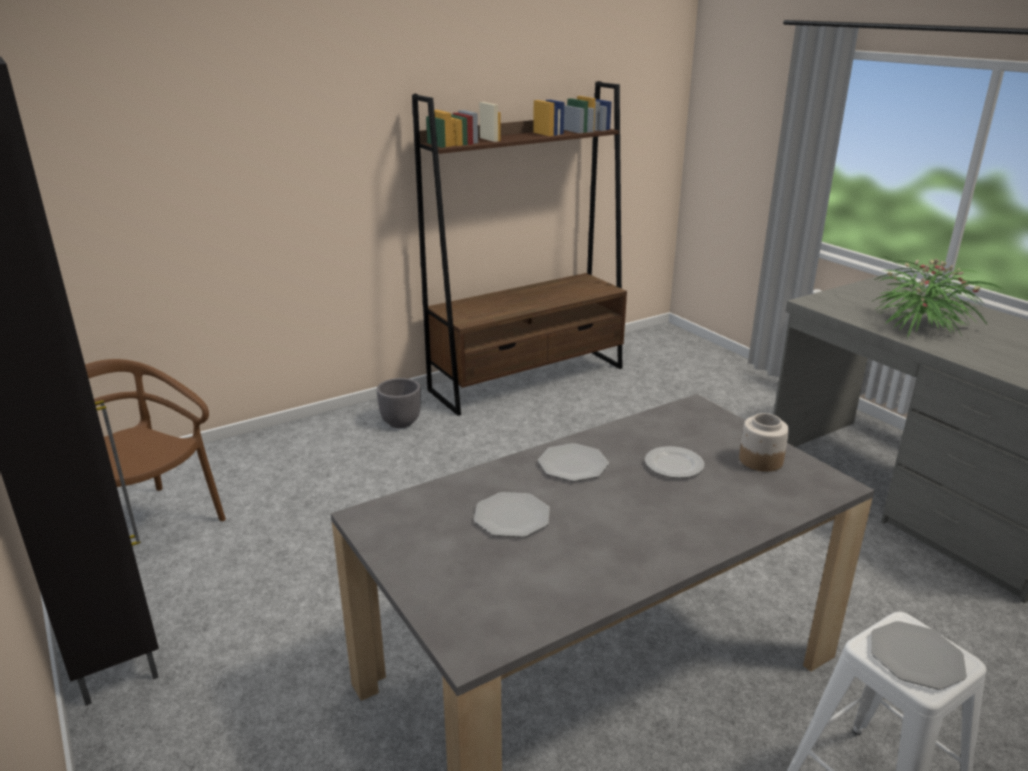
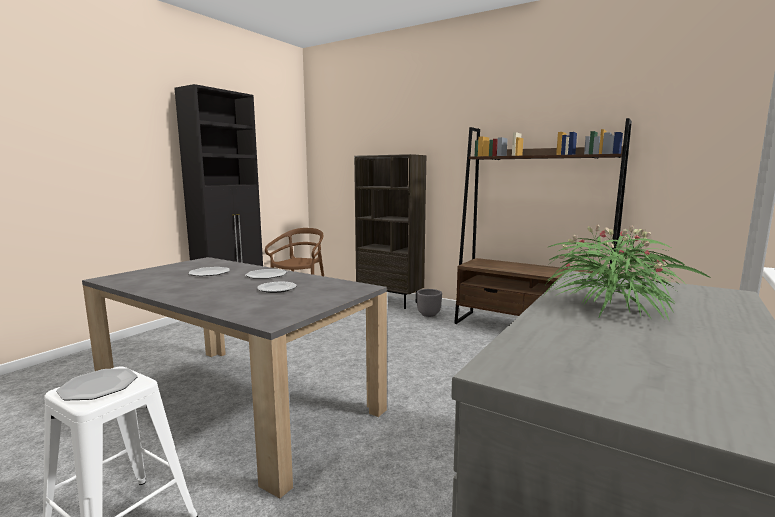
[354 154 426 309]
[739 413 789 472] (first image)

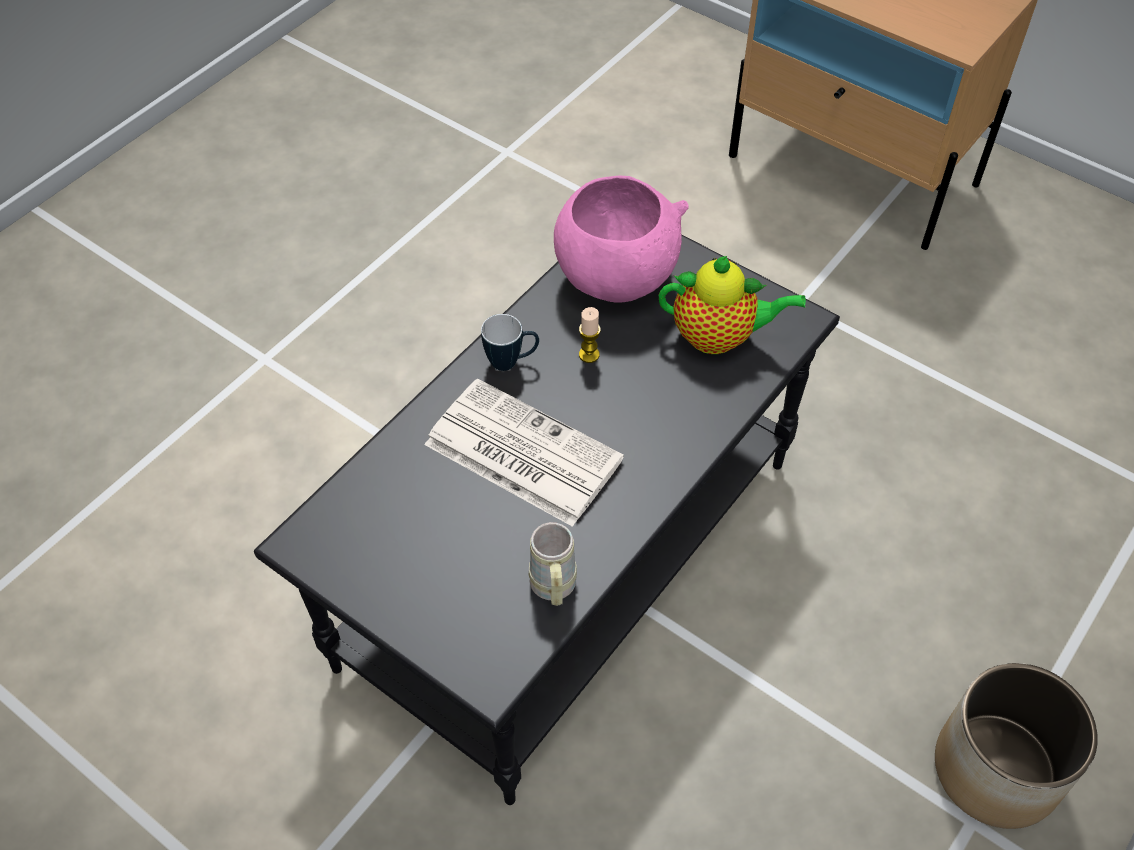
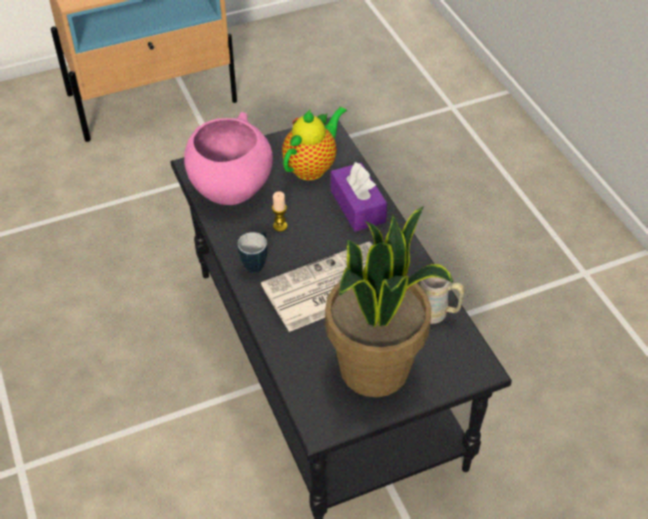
[325 206 454 397]
[331 162 387 232]
[935 663 1098 829] (first image)

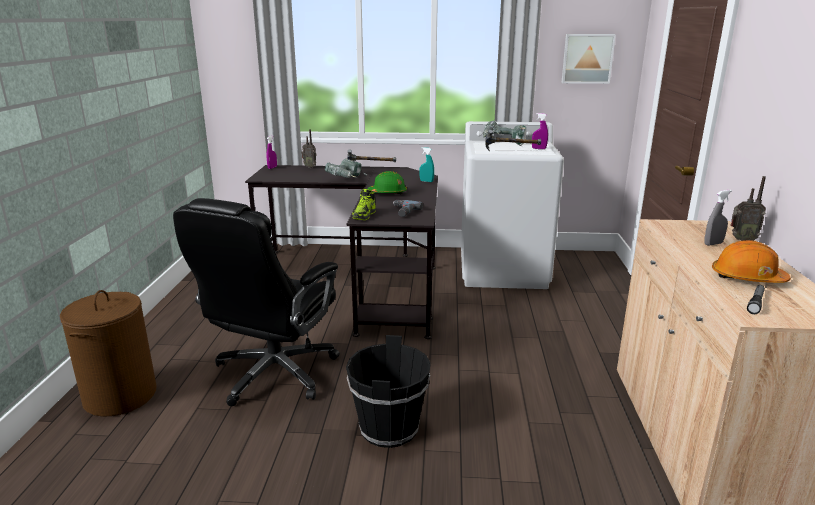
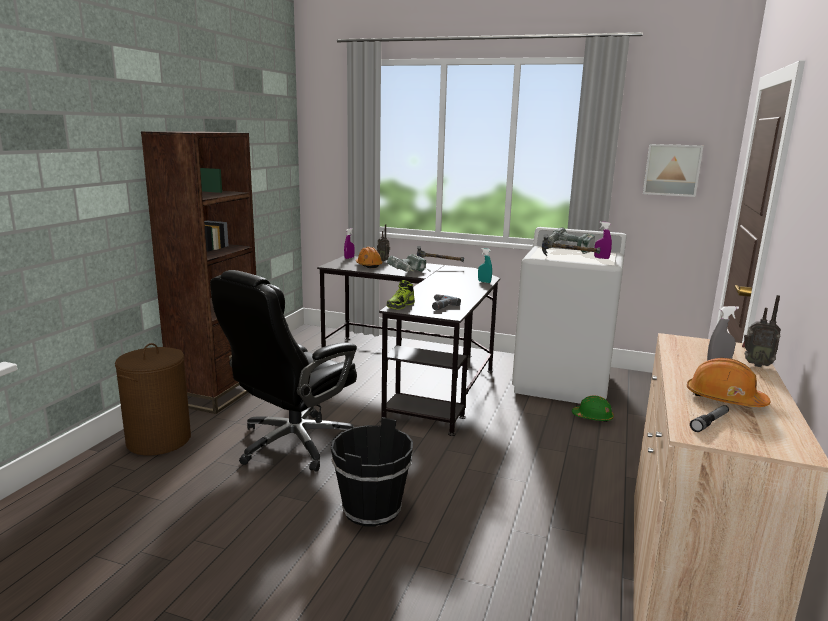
[141 131 256 414]
[356 247 383 268]
[572 396 614 422]

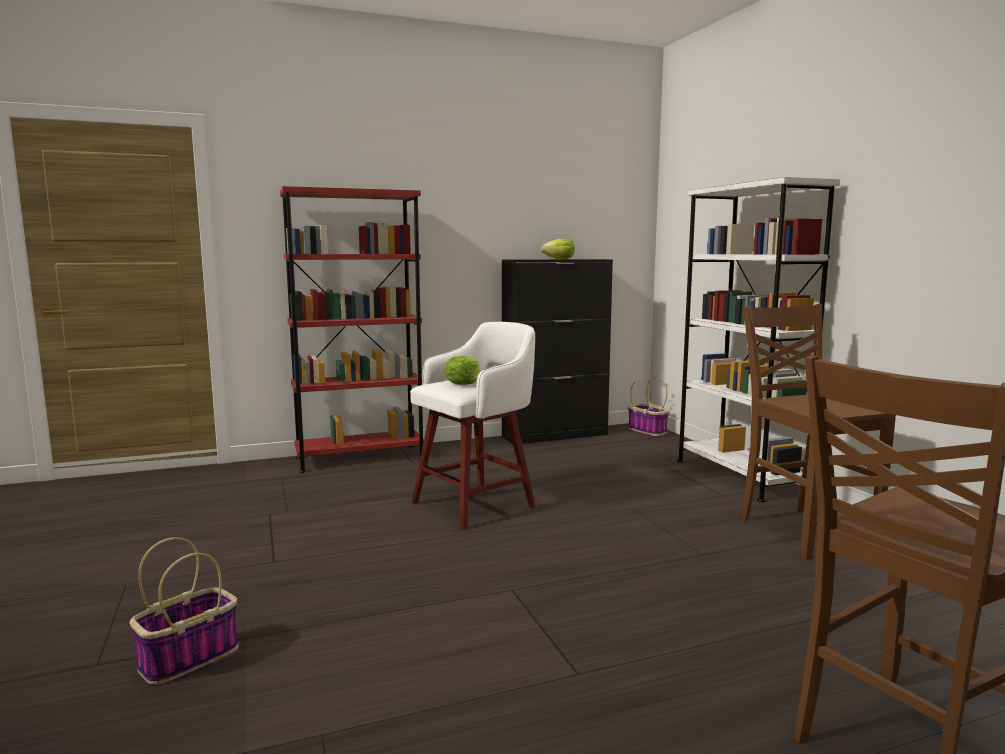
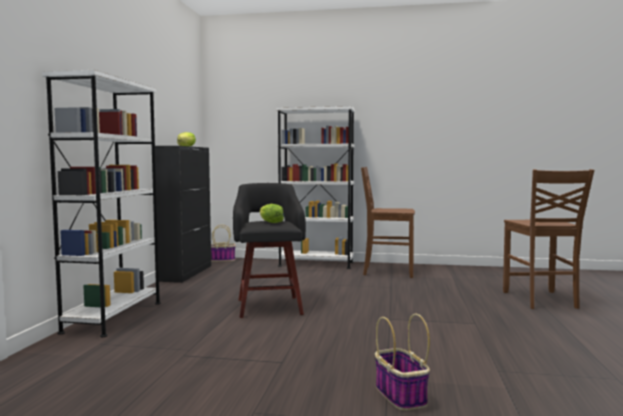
[42 70 161 337]
[233 183 306 318]

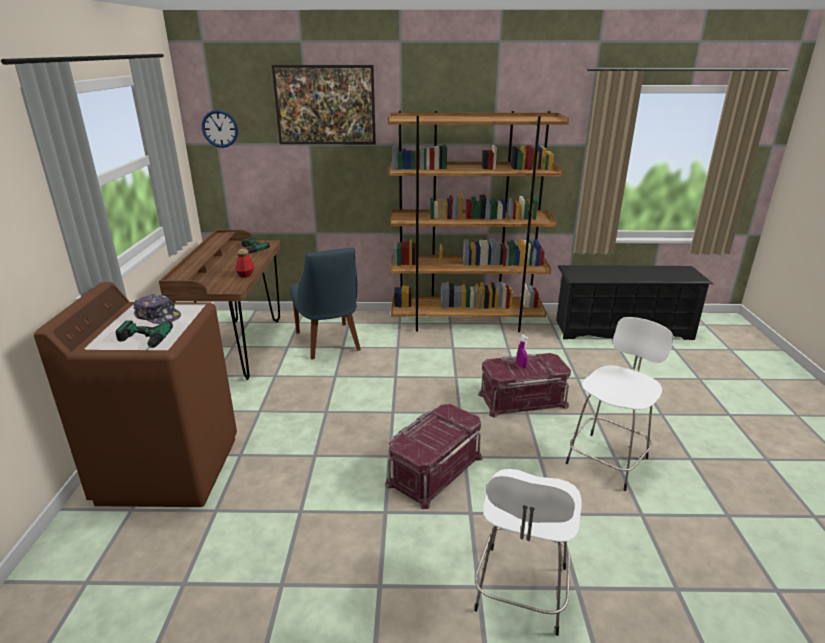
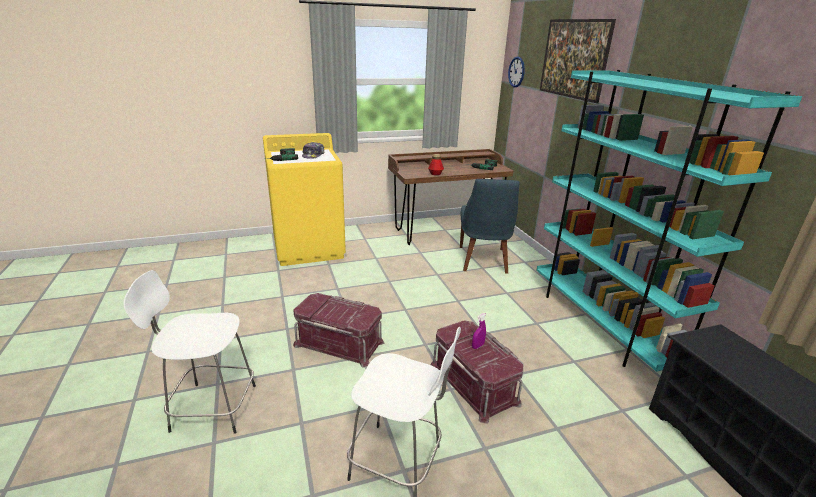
[263 133 346 266]
[460 179 520 274]
[536 70 802 372]

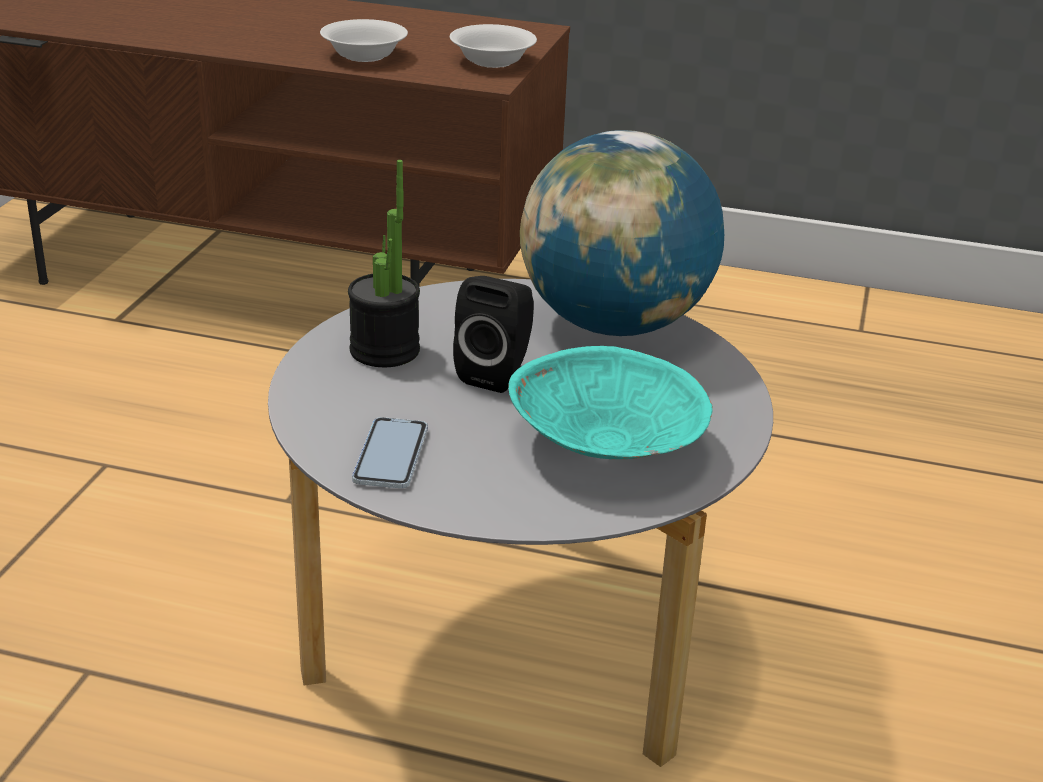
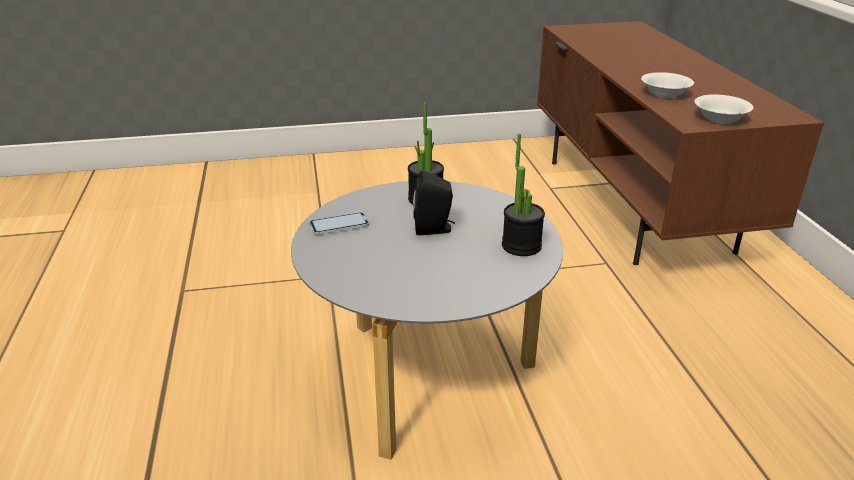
[502 134 545 256]
[508 346 713 459] (first image)

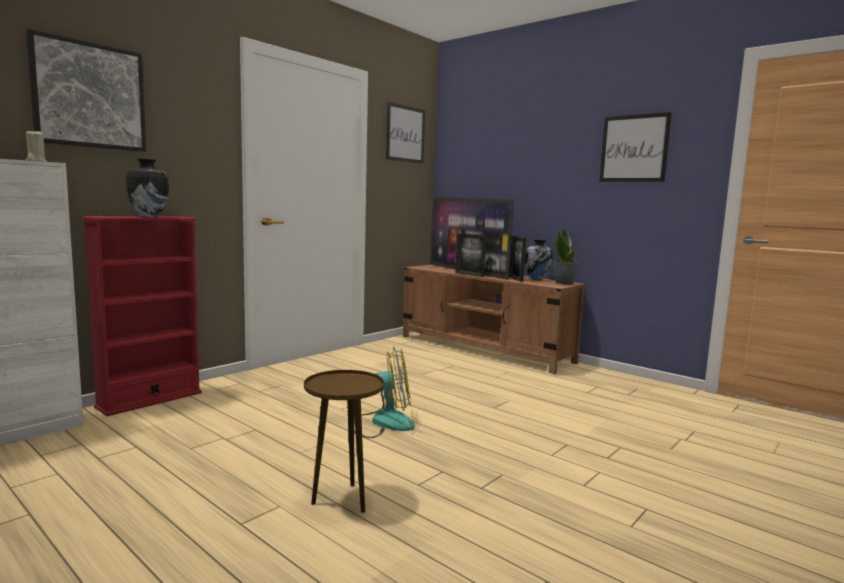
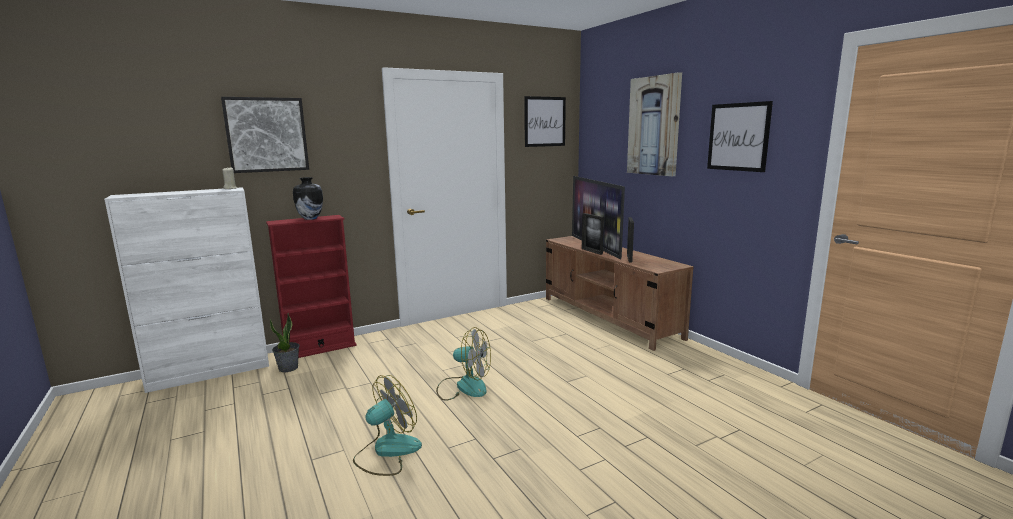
[269 313 299 372]
[353 375 422 476]
[627 72 682 176]
[525 240 552 280] (first image)

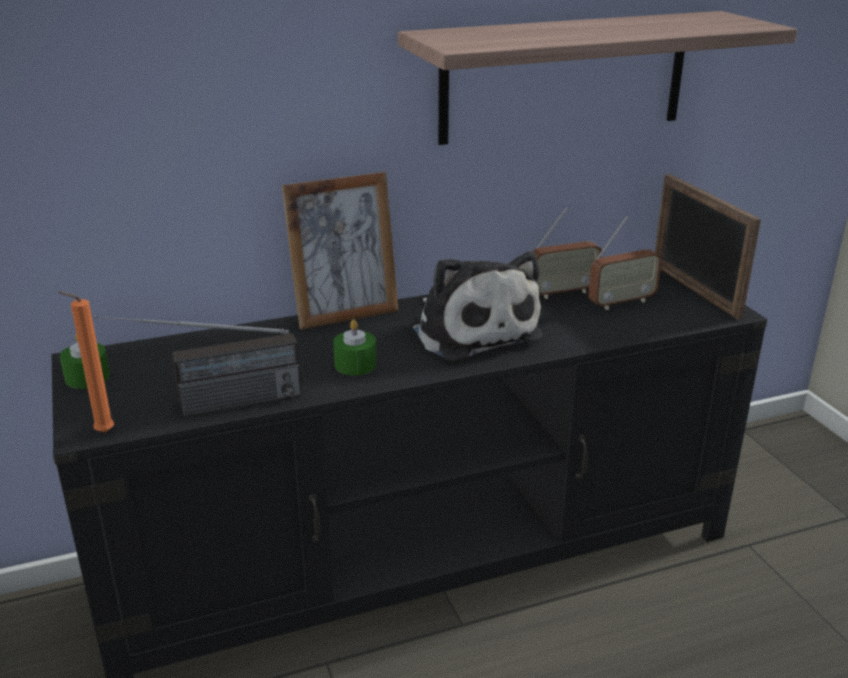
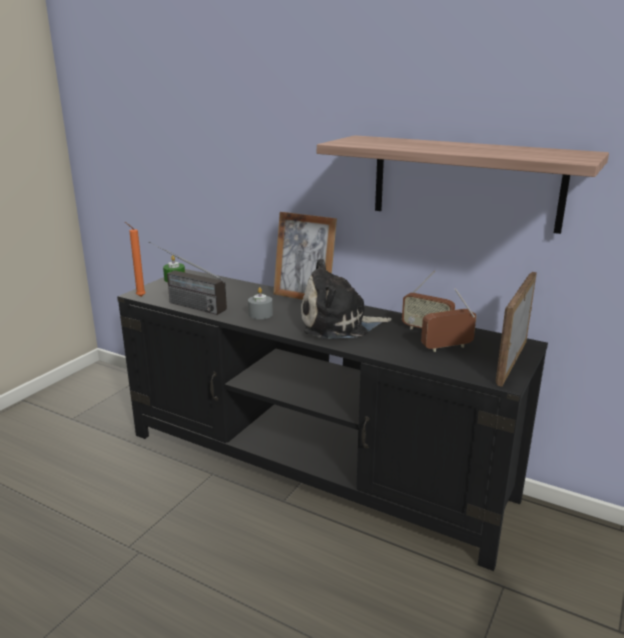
[248 287 273 319]
[301 258 392 339]
[421 288 476 352]

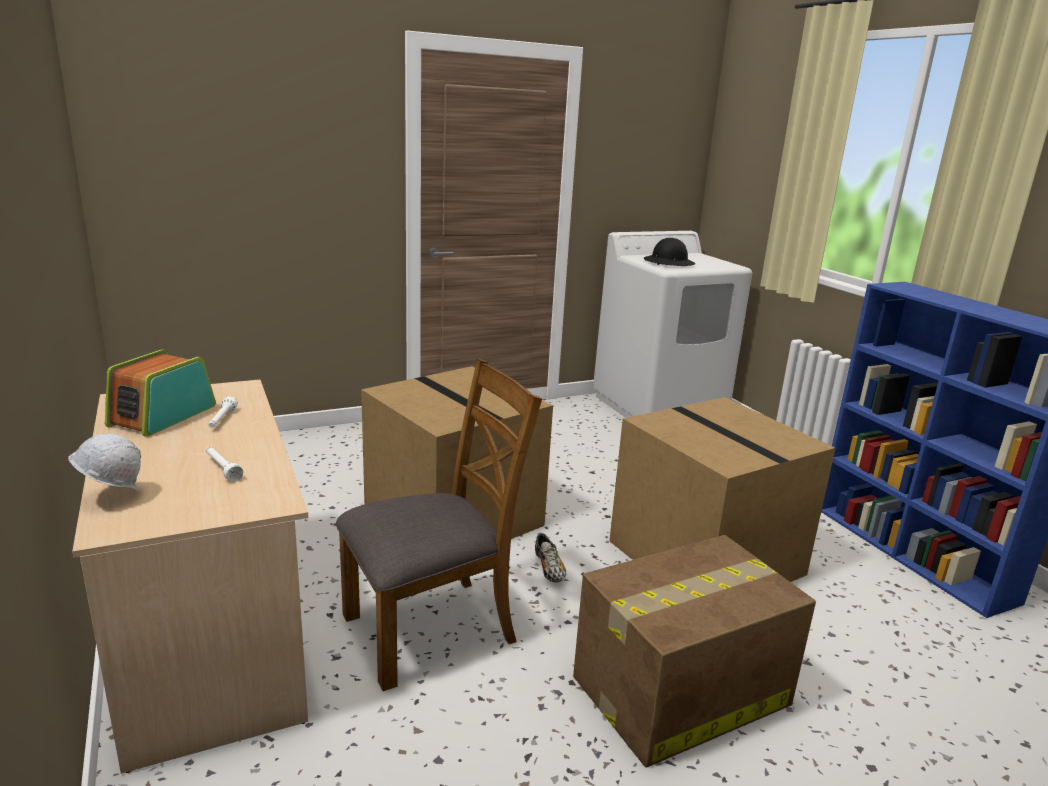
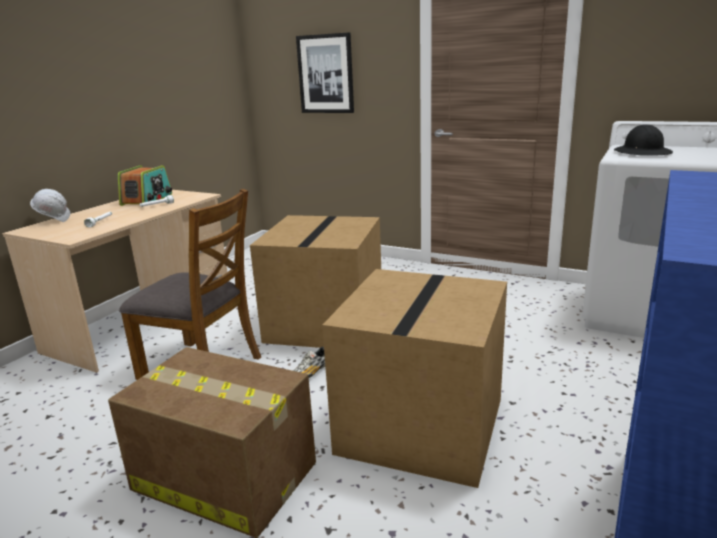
[118 165 172 206]
[296 32 354 113]

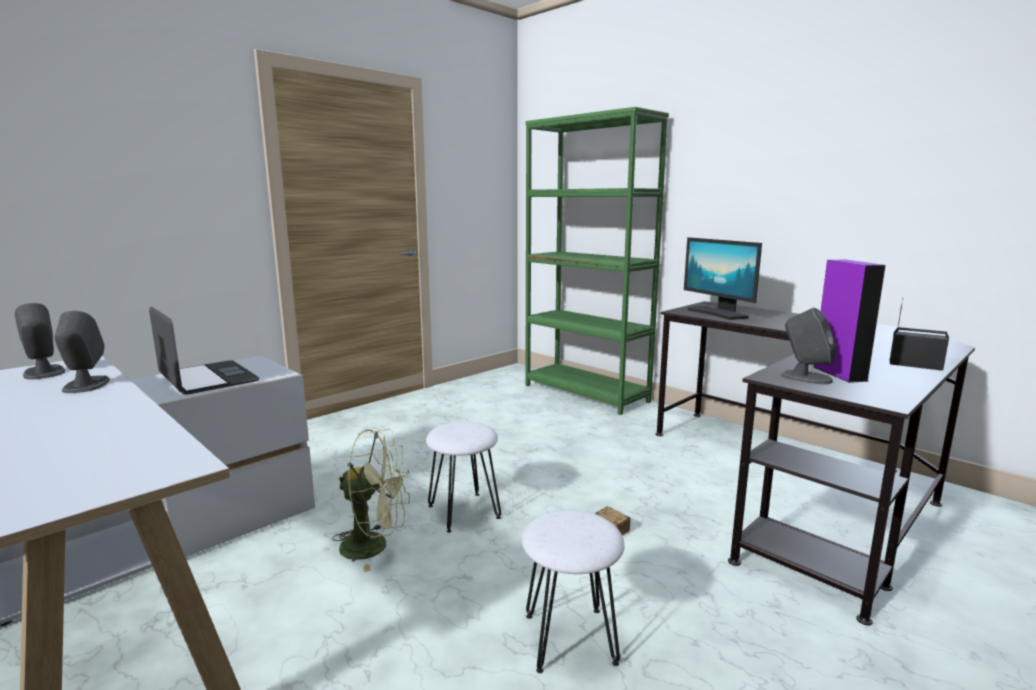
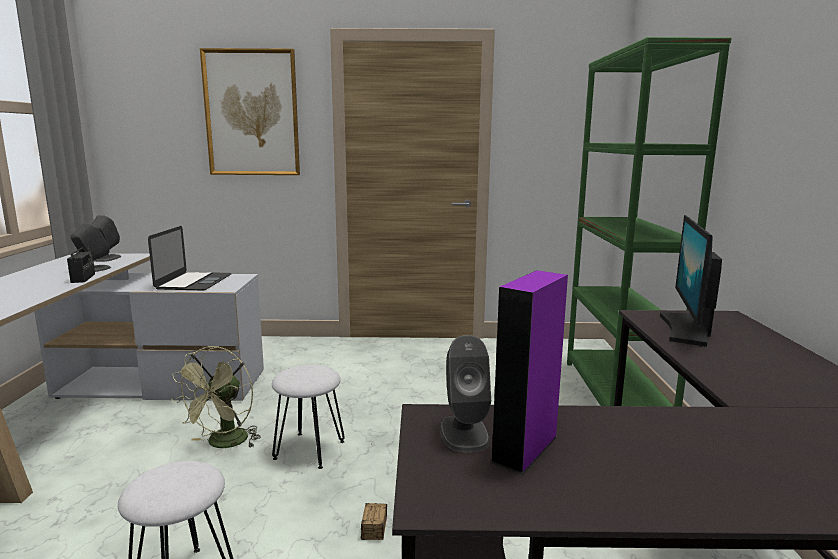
[67 226 95 283]
[171 346 261 448]
[200 48 300 175]

